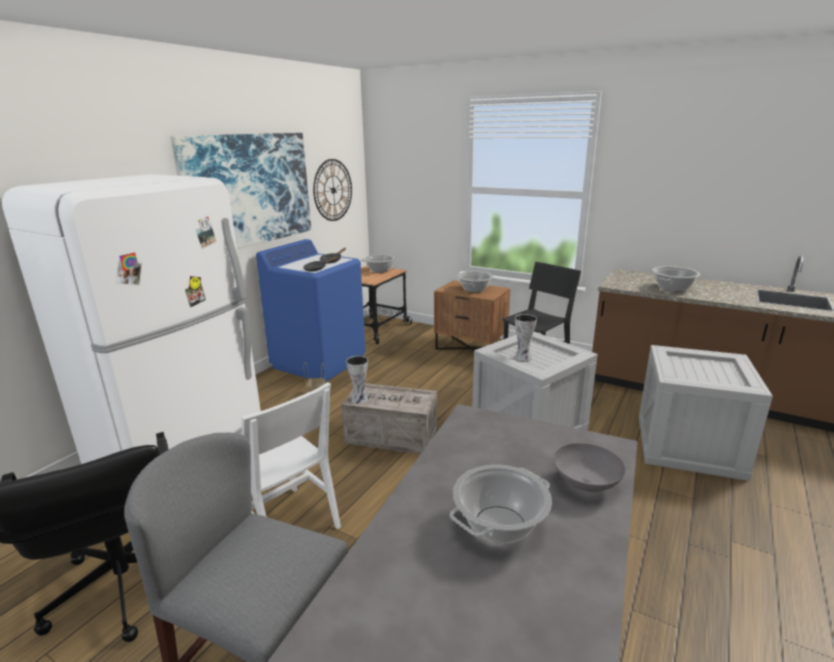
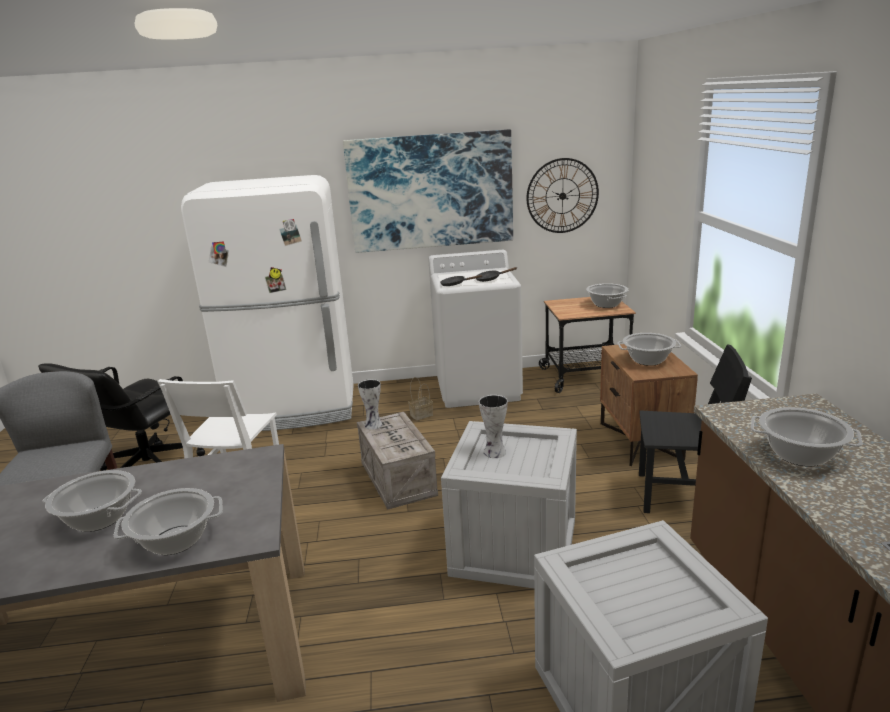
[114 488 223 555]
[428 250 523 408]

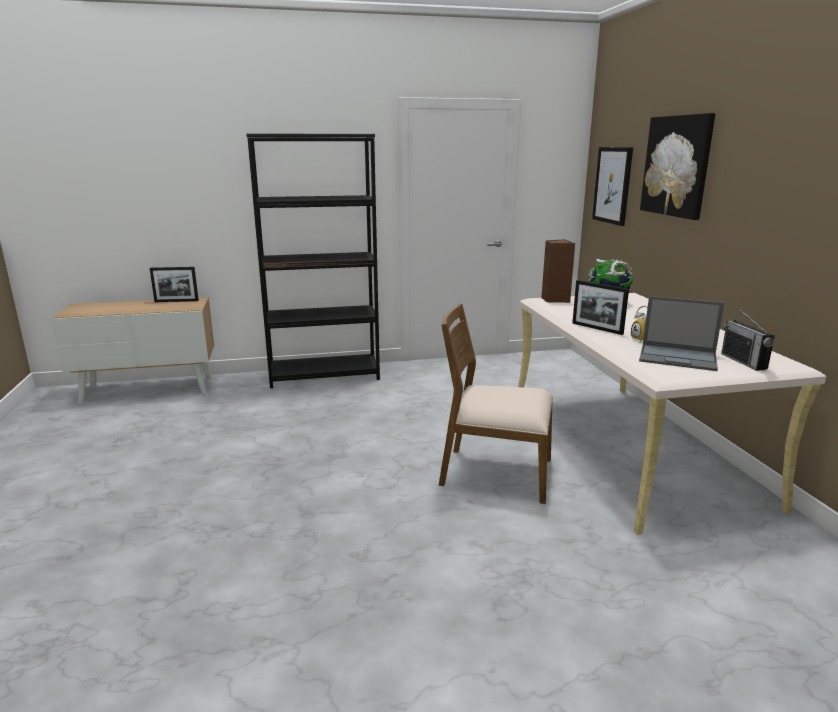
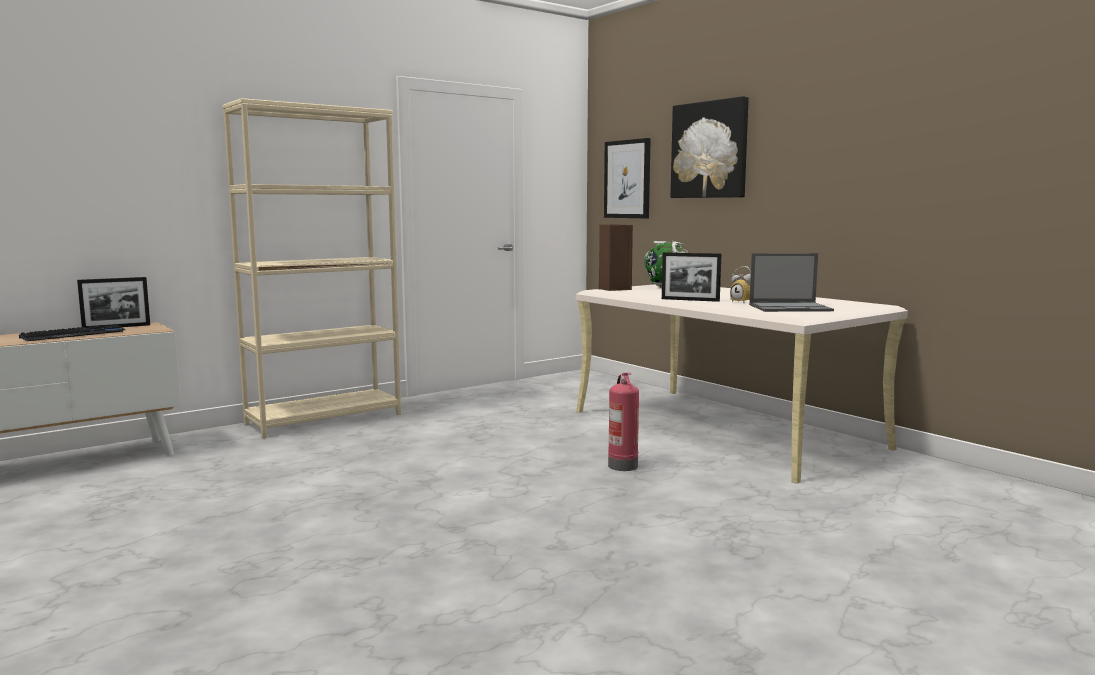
[19 324 125 341]
[222 98 401 438]
[608 373 639 471]
[721 308 775 371] (first image)

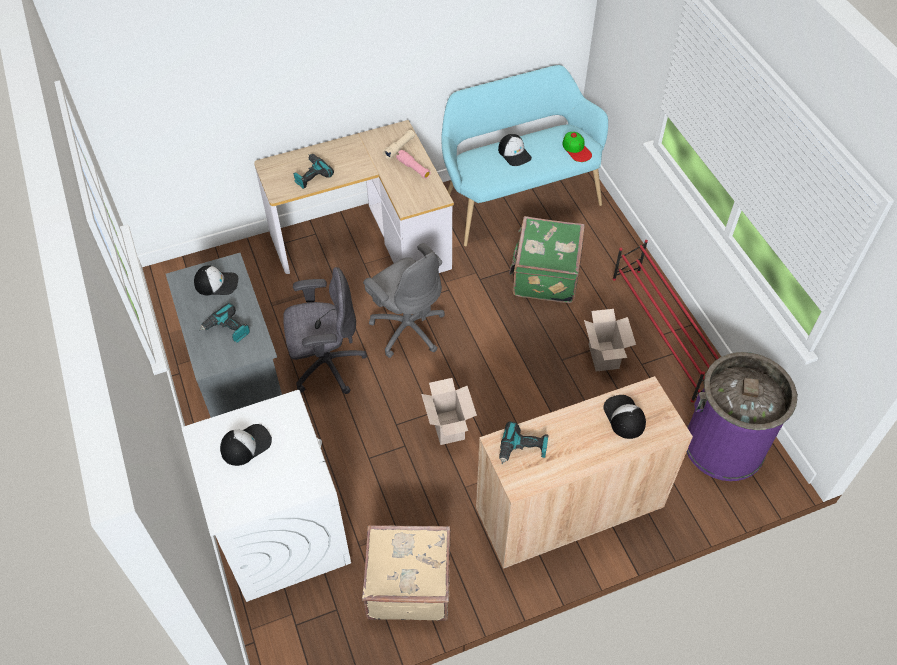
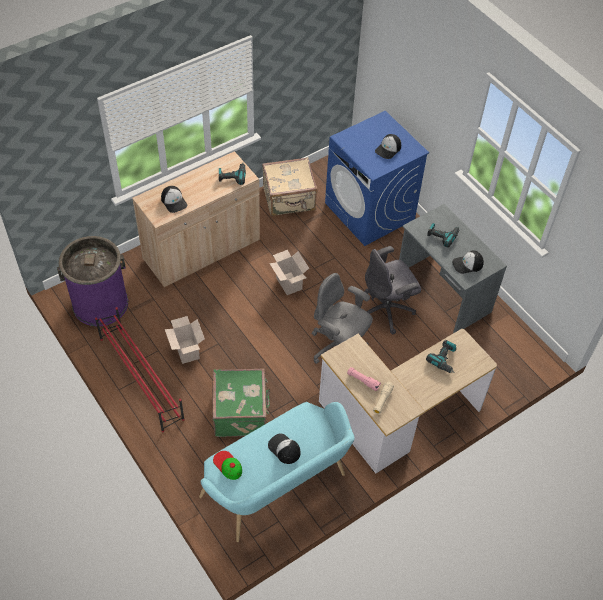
[325 111 429 246]

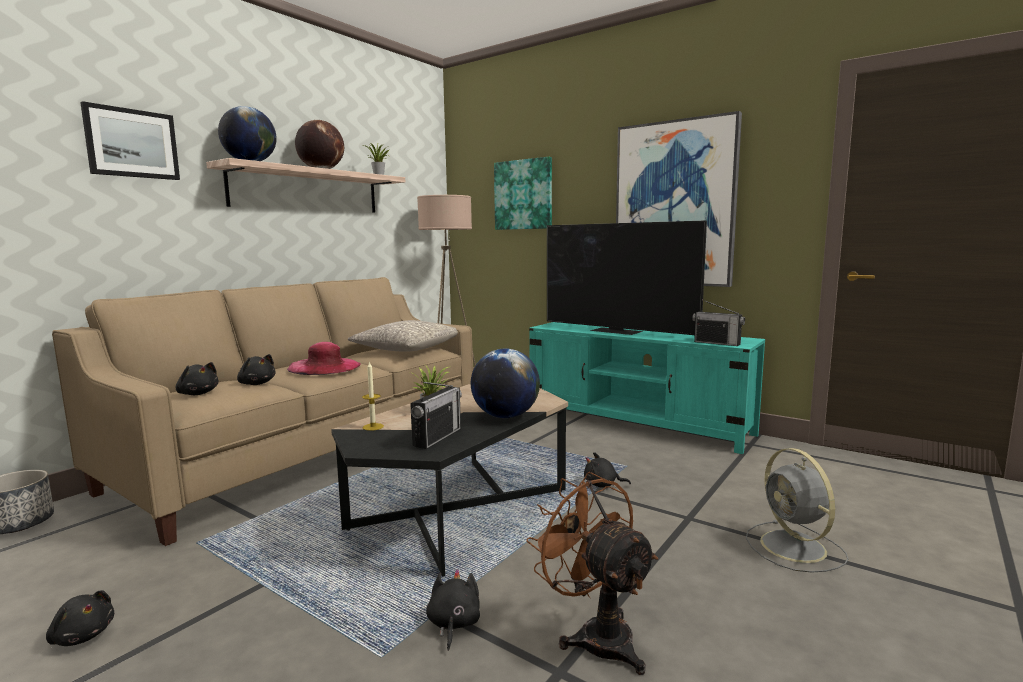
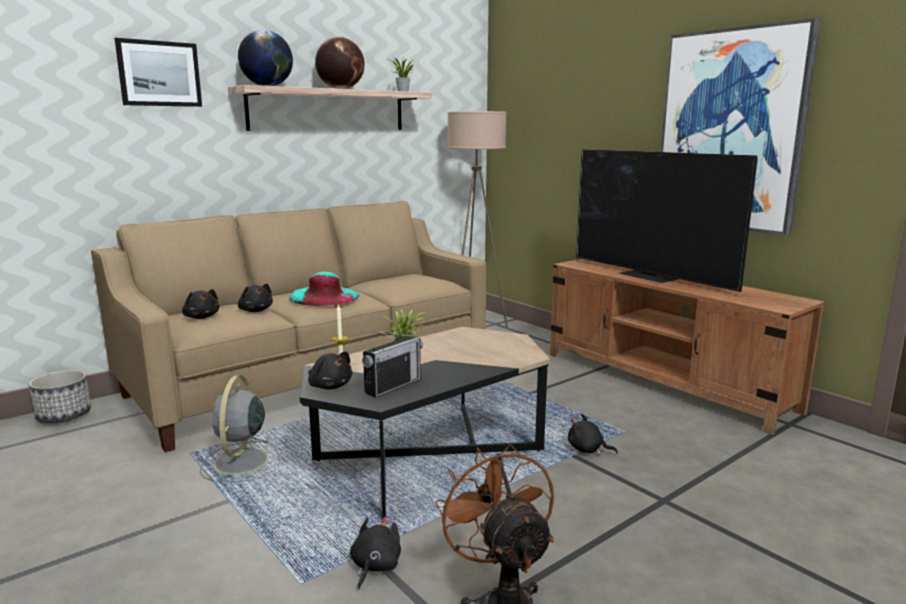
[200 375 279 482]
[289 272 359 306]
[308 351 352 389]
[550 259 825 435]
[348 320 458 352] (first image)
[471 348 540 418] (first image)
[494 157 552 230] (first image)
[692 300 745 346] (first image)

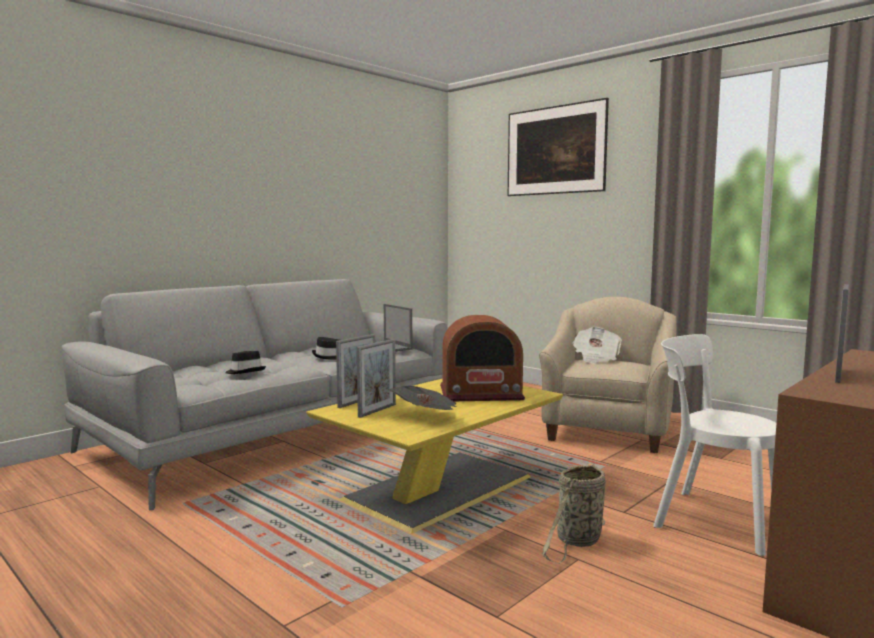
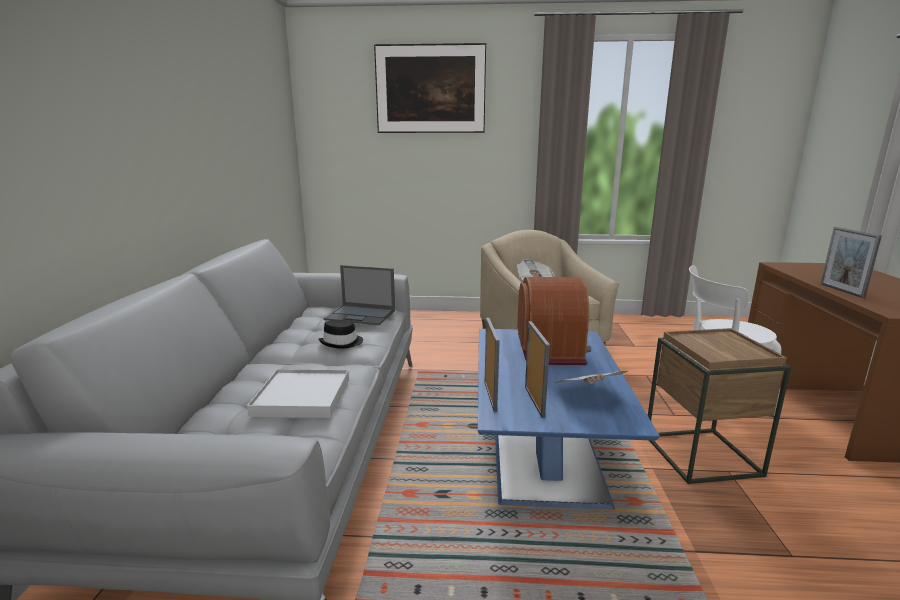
[247 369 349 418]
[478 329 660 510]
[517 277 591 365]
[648 328 791 484]

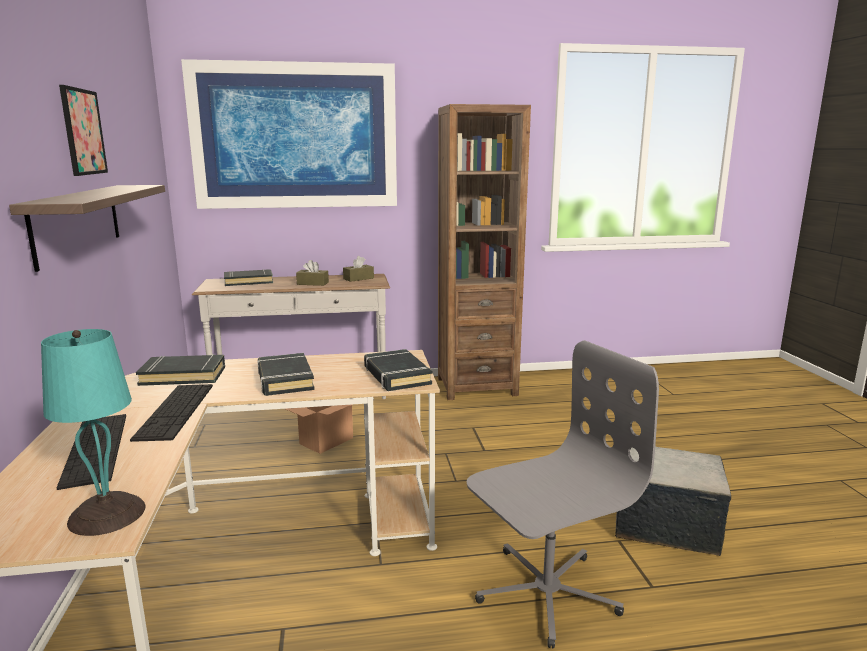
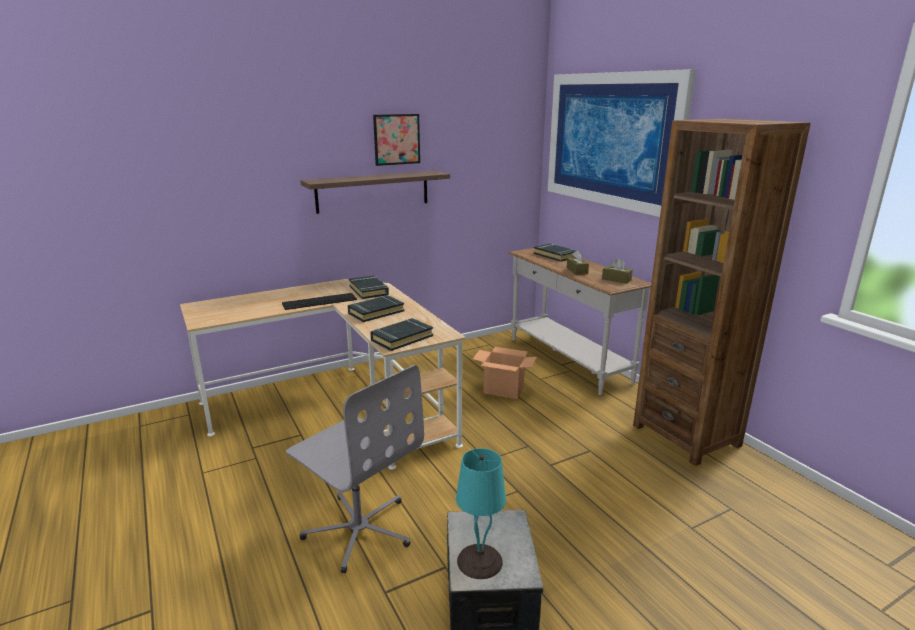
[456 448 506 579]
[57 414 126 490] (first image)

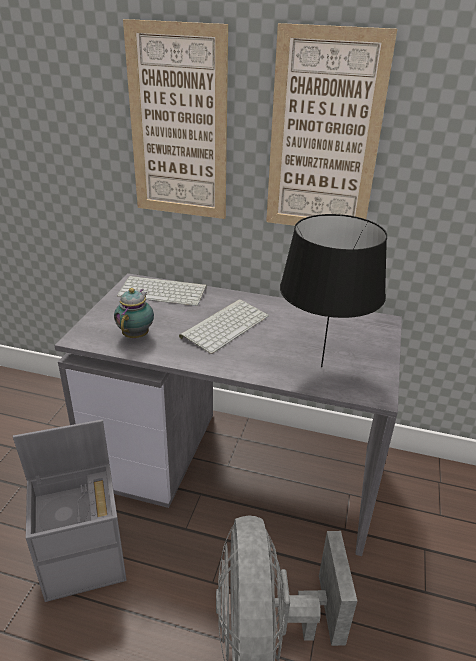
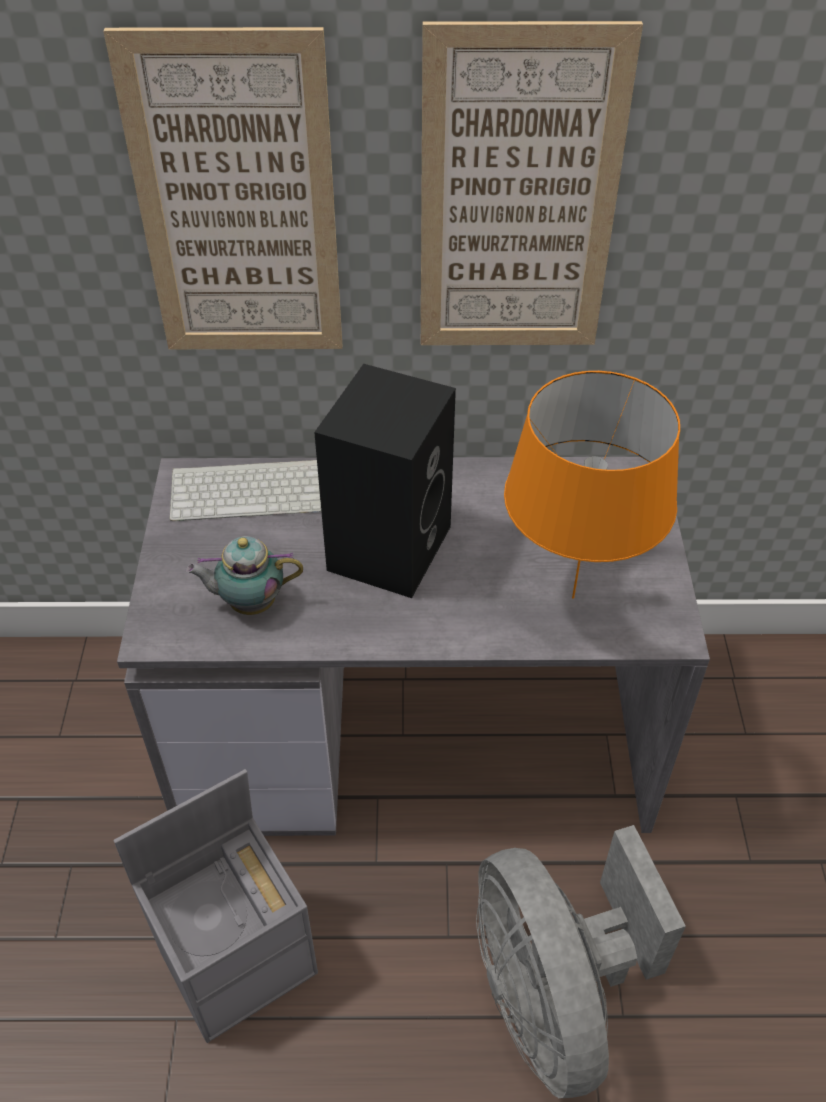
[186 536 303 615]
[314 364 456 598]
[504 371 680 599]

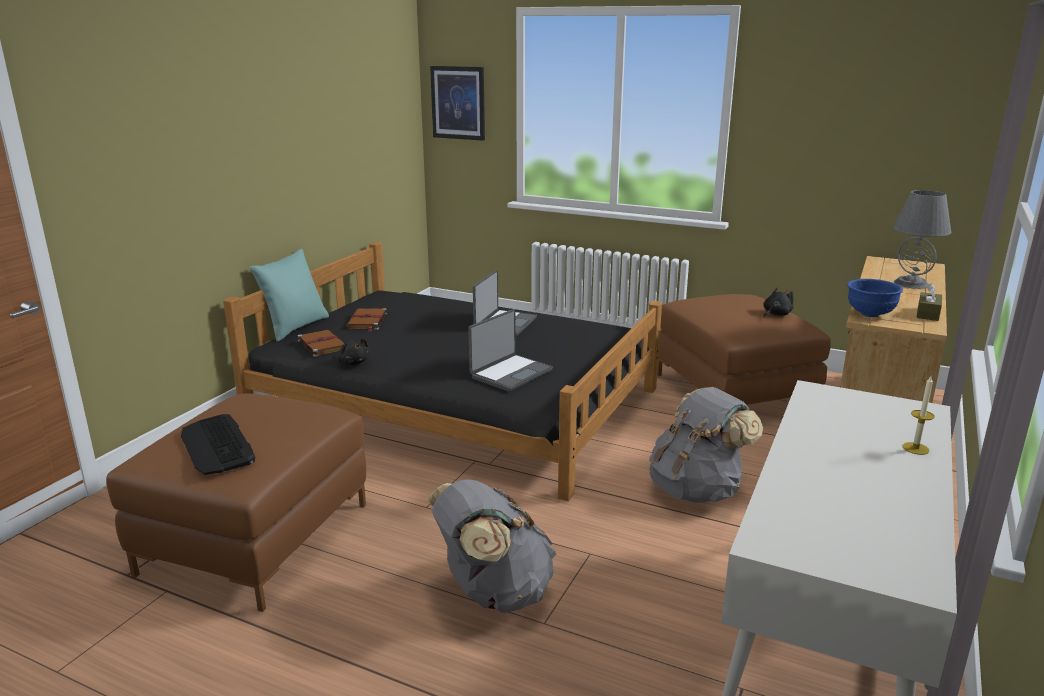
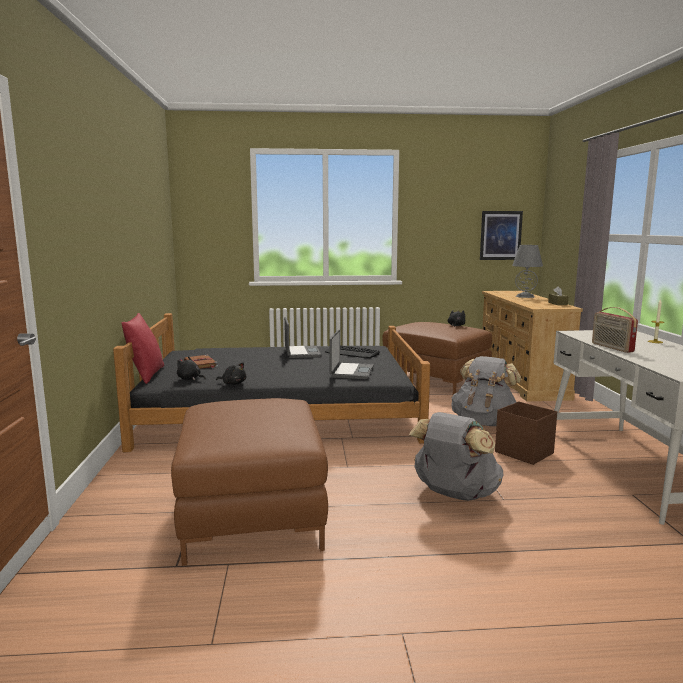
[122 313 164 384]
[177 357 206 380]
[325 345 380 358]
[480 211 523 260]
[495 401 557 465]
[592 307 638 353]
[847 279 903 317] (first image)

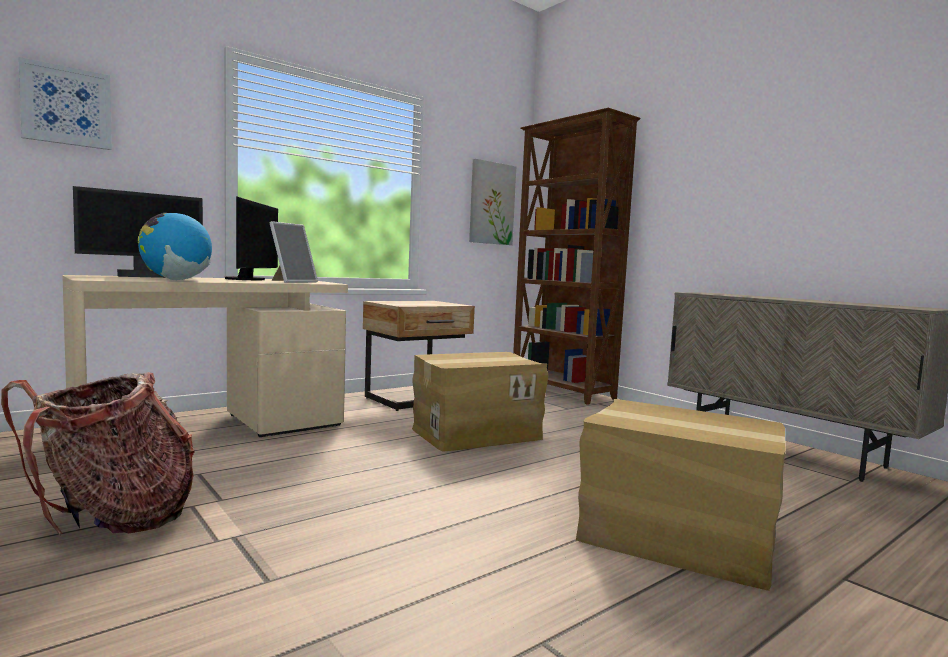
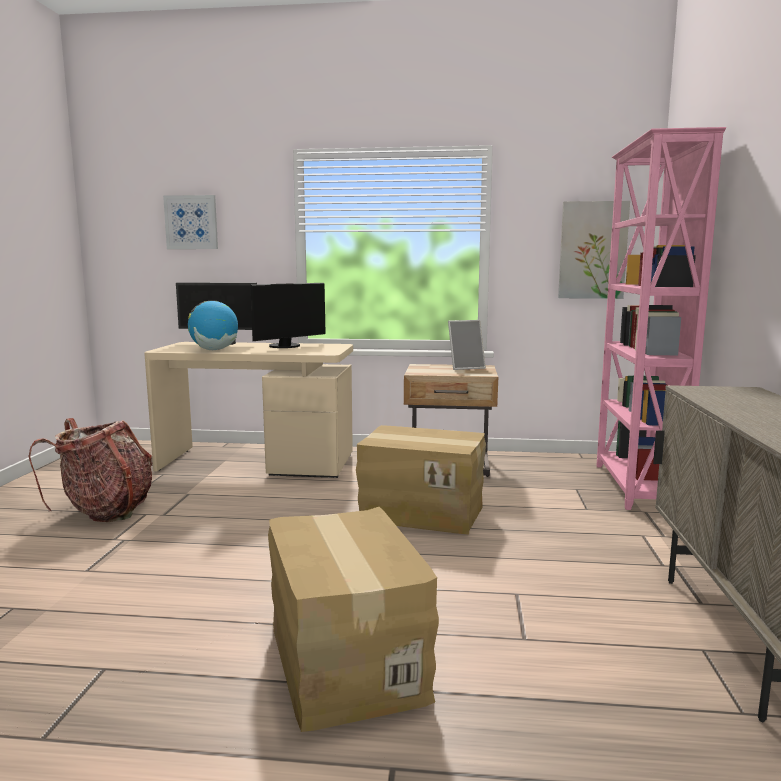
[448 320 486 370]
[596 127 726 510]

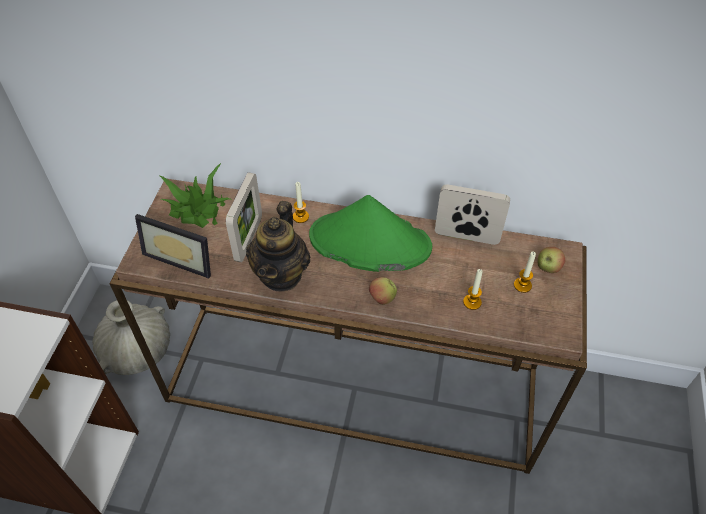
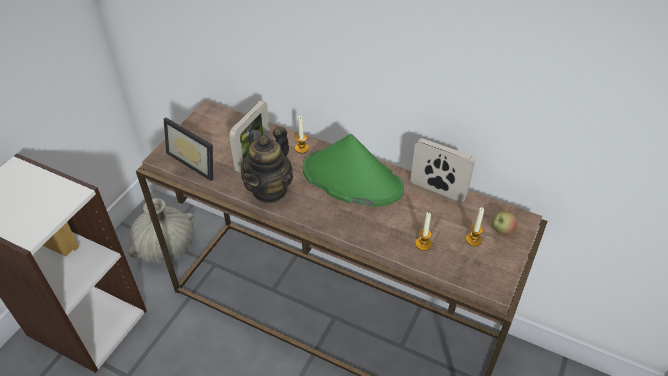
[160 163 232 228] (first image)
[369 277 397 305] (first image)

